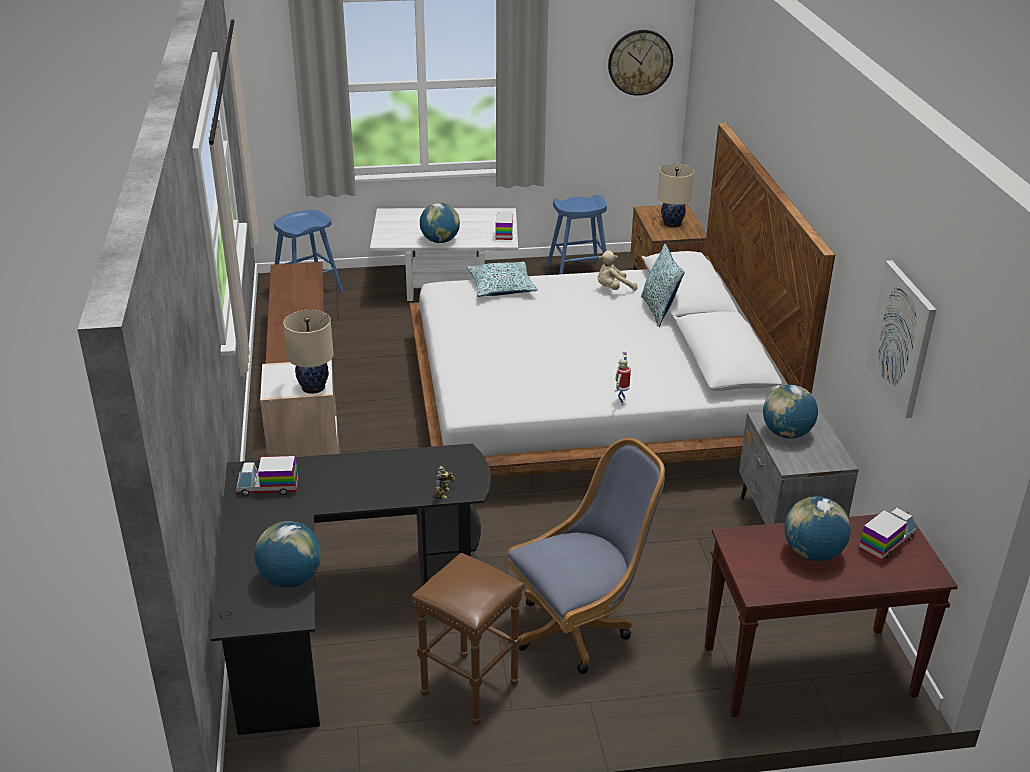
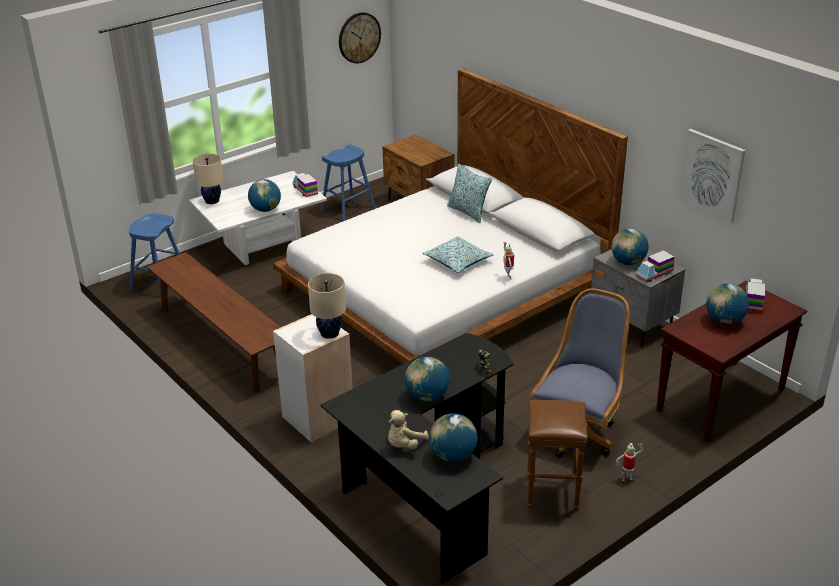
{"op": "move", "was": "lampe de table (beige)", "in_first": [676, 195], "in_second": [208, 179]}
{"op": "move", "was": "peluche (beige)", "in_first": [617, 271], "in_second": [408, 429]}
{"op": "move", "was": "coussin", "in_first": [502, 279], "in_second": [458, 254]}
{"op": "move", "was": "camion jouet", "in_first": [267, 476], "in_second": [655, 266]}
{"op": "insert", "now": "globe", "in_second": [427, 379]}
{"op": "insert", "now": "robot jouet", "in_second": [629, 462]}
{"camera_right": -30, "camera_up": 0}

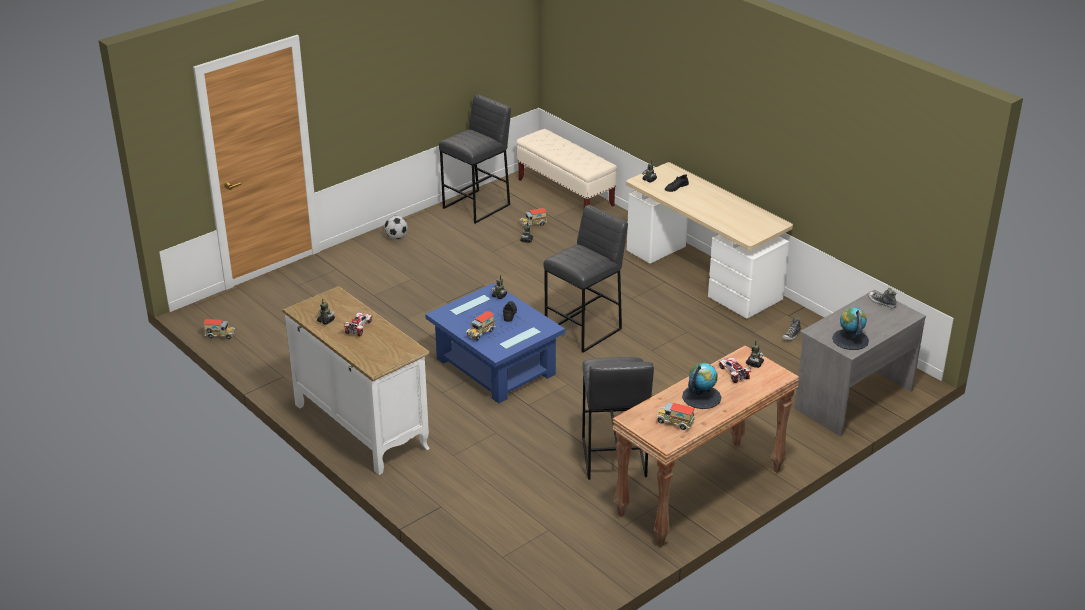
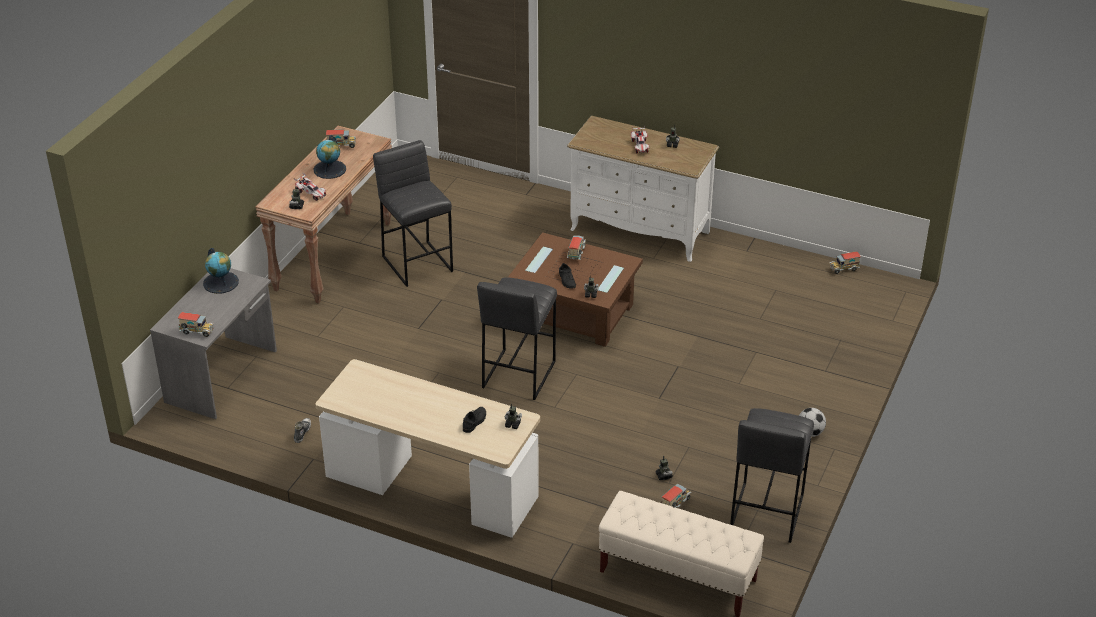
{"op": "recolor", "was": "table basse (bleu)", "now": "table basse (marron)", "in_first": [495, 343], "in_second": [575, 289]}
{"op": "replace", "was": "chaussure", "now": "camion jouet", "in_first": [882, 298], "in_second": [196, 324]}
{"camera_right": 155, "camera_up": 5}

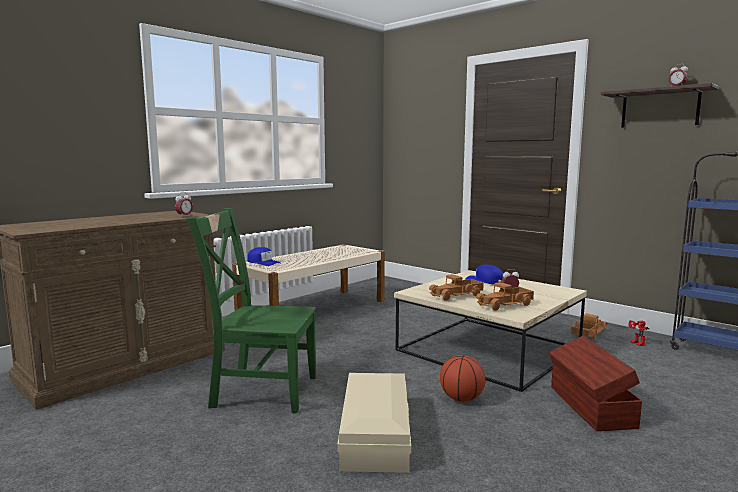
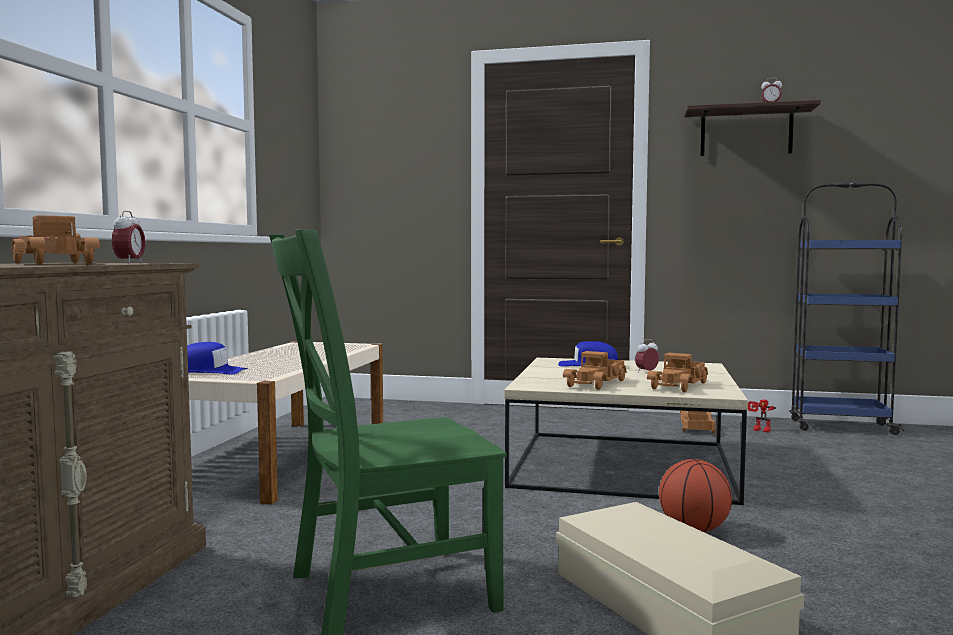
{"op": "delete", "was": "boîte de rangement (marron)", "in_first": [595, 383]}
{"op": "insert", "now": "camion jouet", "in_second": [55, 239]}
{"camera_right": -30, "camera_up": -5}

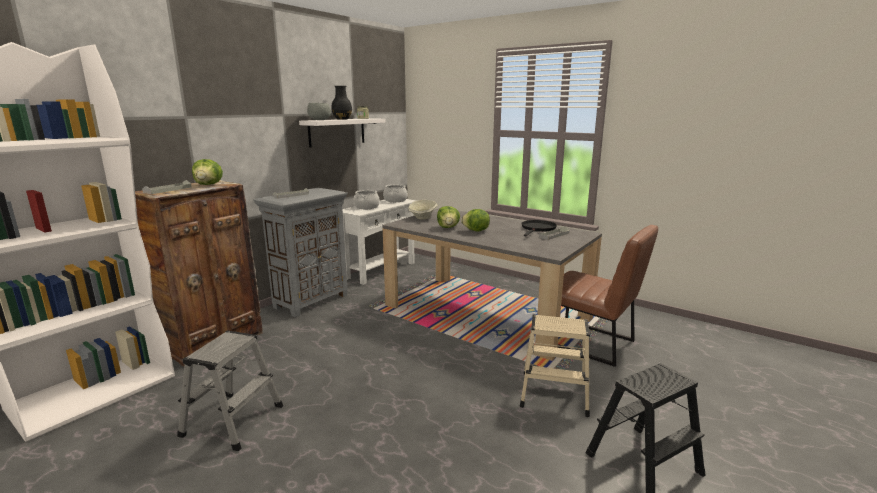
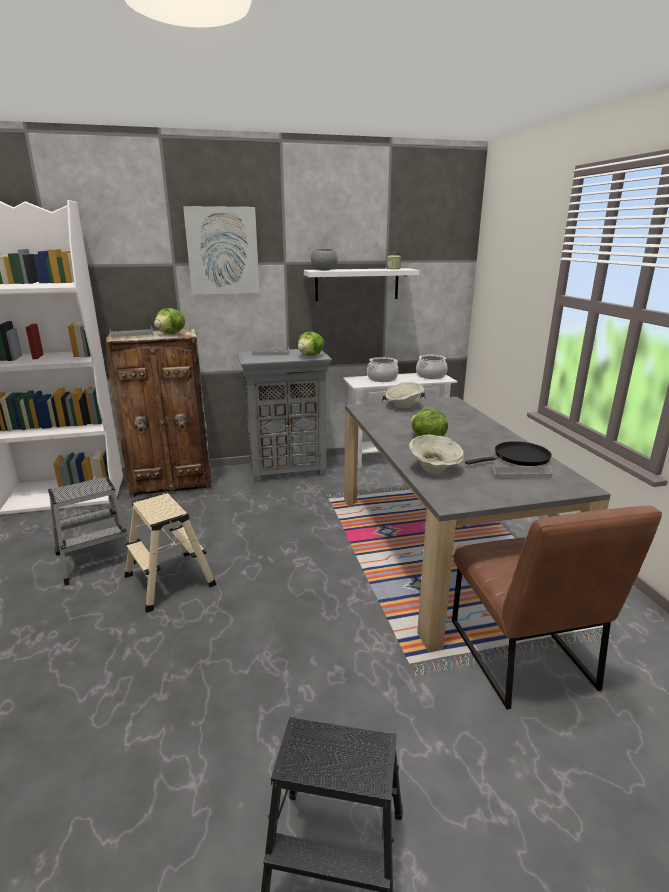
{"op": "delete", "was": "vase (noir)", "in_first": [341, 103]}
{"op": "move", "was": "laitue", "in_first": [448, 217], "in_second": [311, 344]}
{"op": "move", "was": "escabeau (beige)", "in_first": [555, 365], "in_second": [170, 552]}
{"op": "insert", "now": "tableau", "in_second": [221, 250]}
{"op": "insert", "now": "bol (beige)", "in_second": [436, 454]}
{"camera_right": 40, "camera_up": 5}

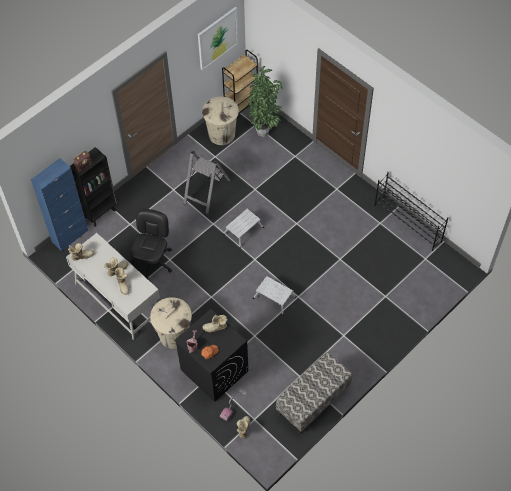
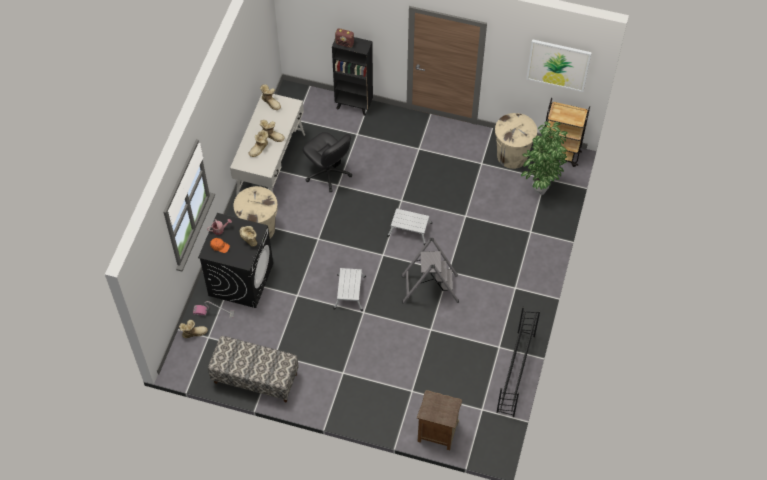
{"op": "move", "was": "escabeau (gris)", "in_first": [206, 183], "in_second": [430, 270]}
{"op": "delete", "was": "meuble de rangement (bleu)", "in_first": [59, 204]}
{"op": "rotate", "was": "chaise de bureau (noir)", "in_first": [151, 244], "in_second": [327, 162], "clockwise": 60}
{"op": "insert", "now": "table de chevet (beige)", "in_second": [439, 420]}
{"camera_right": 60, "camera_up": 0}

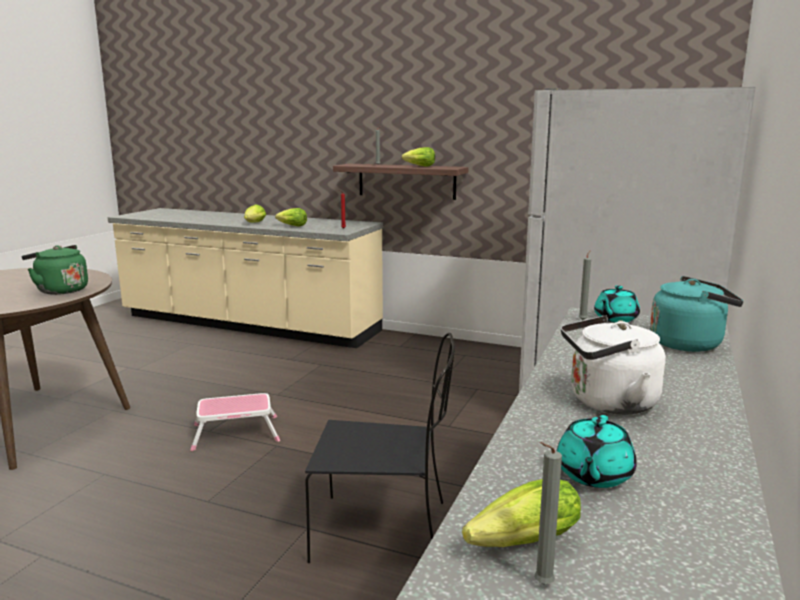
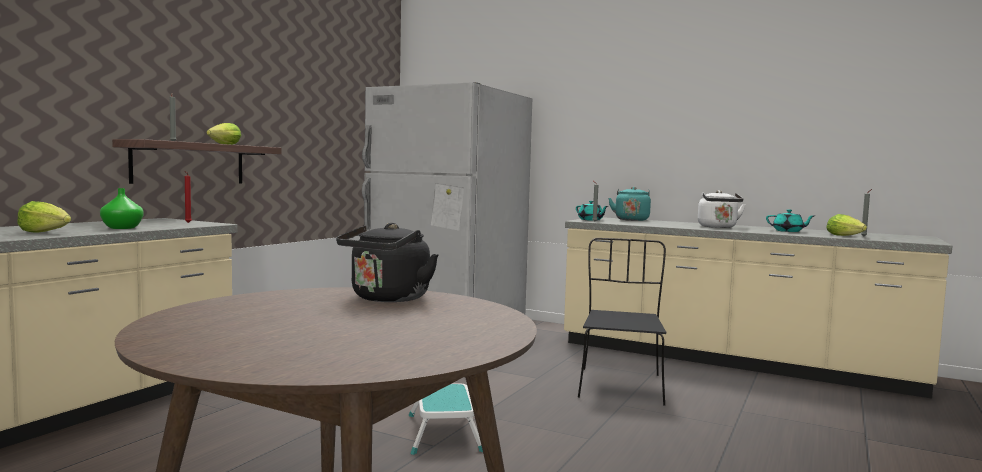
{"op": "replace", "was": "laitue", "now": "vase (vert)", "in_first": [291, 217], "in_second": [121, 208]}
{"op": "recolor", "was": "bouilloire (vert)", "now": "bouilloire (noir)", "in_first": [55, 270], "in_second": [387, 262]}
{"op": "recolor", "was": "escabeau (rose)", "now": "escabeau (turquoise)", "in_first": [235, 422], "in_second": [445, 419]}
{"camera_right": -85, "camera_up": -10}

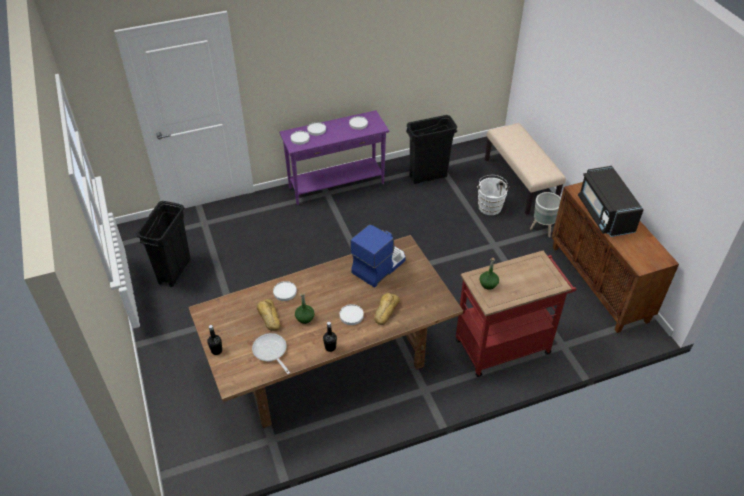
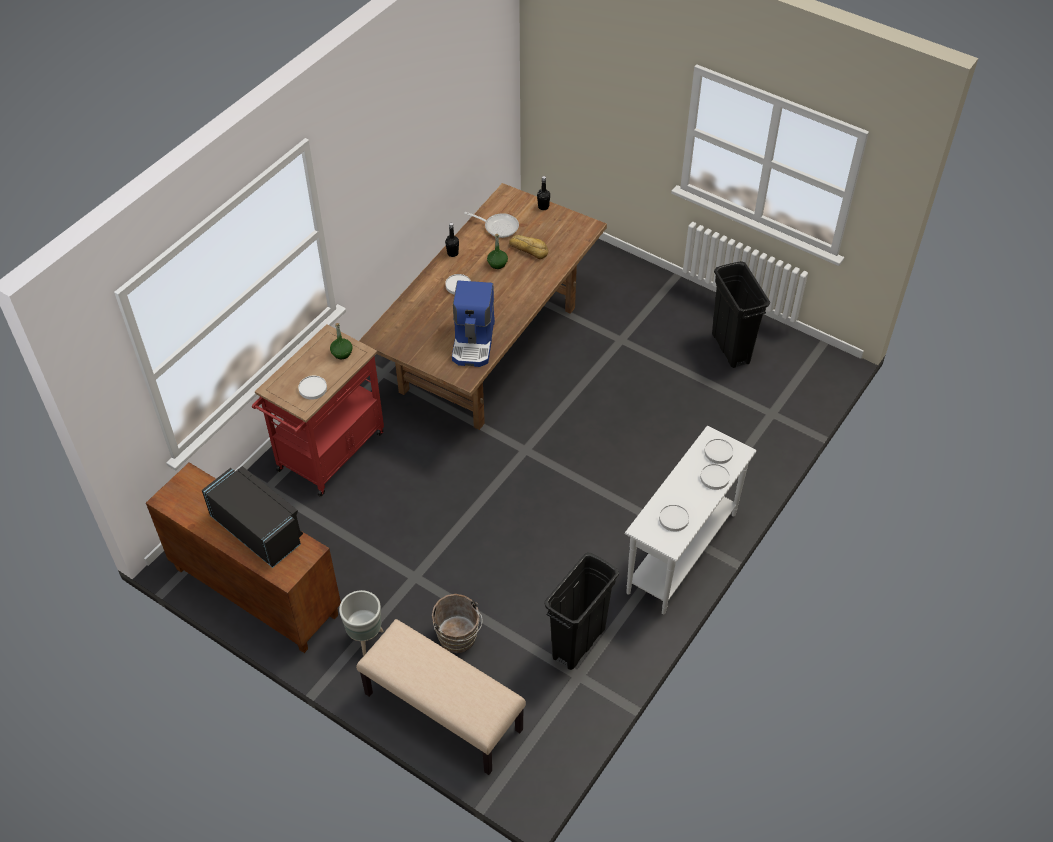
{"op": "recolor", "was": "table console (violet)", "now": "table console (blanc)", "in_first": [334, 157], "in_second": [691, 520]}
{"op": "recolor", "was": "seau (blanc)", "now": "seau (marron)", "in_first": [493, 195], "in_second": [457, 623]}
{"op": "move", "was": "assiette (blanc)", "in_first": [285, 291], "in_second": [312, 388]}
{"op": "delete", "was": "pain", "in_first": [387, 309]}
{"camera_right": 145, "camera_up": 5}

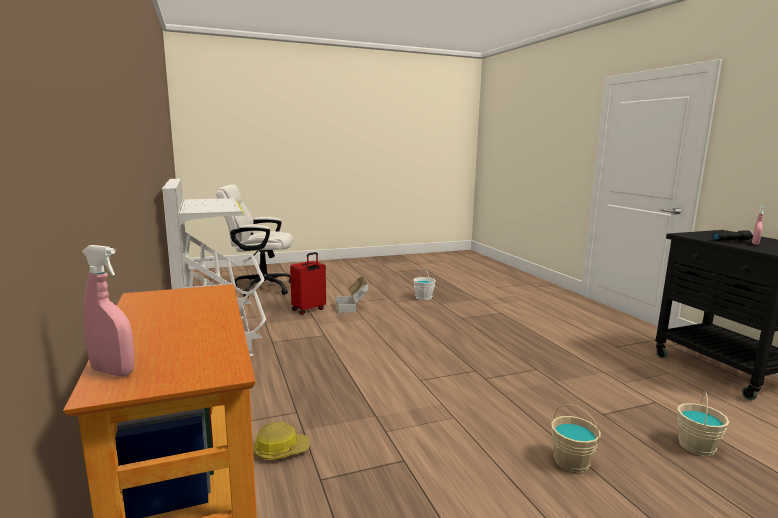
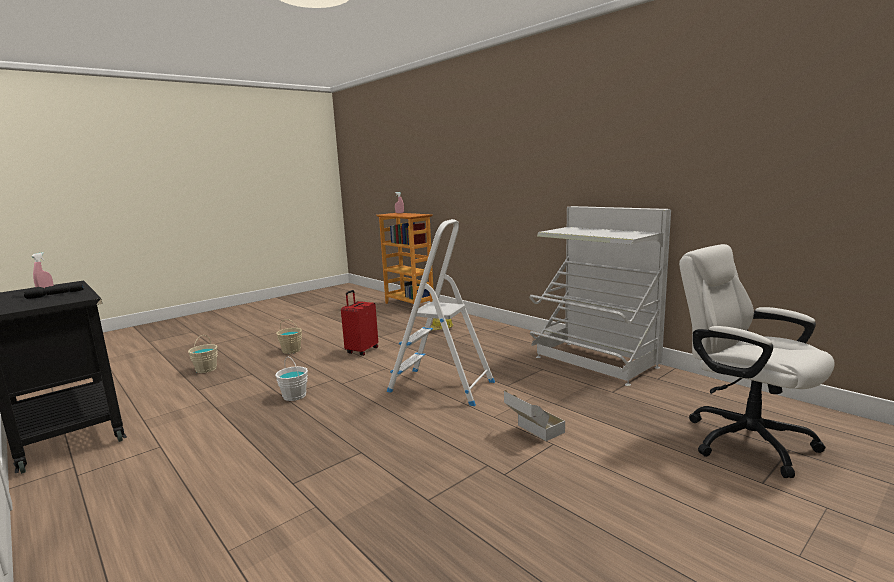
{"op": "rotate", "was": "chaise de bureau (blanc)", "in_first": [254, 241], "in_second": [757, 361], "clockwise": -105}
{"op": "move", "was": "valise (rouge)", "in_first": [308, 283], "in_second": [359, 323]}
{"op": "move", "was": "seau (blanc)", "in_first": [424, 284], "in_second": [291, 379]}
{"op": "insert", "now": "escabeau (blanc)", "in_second": [441, 312]}
{"camera_right": 160, "camera_up": 0}

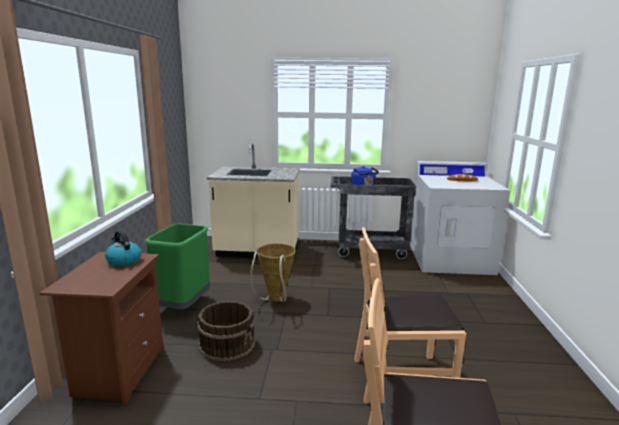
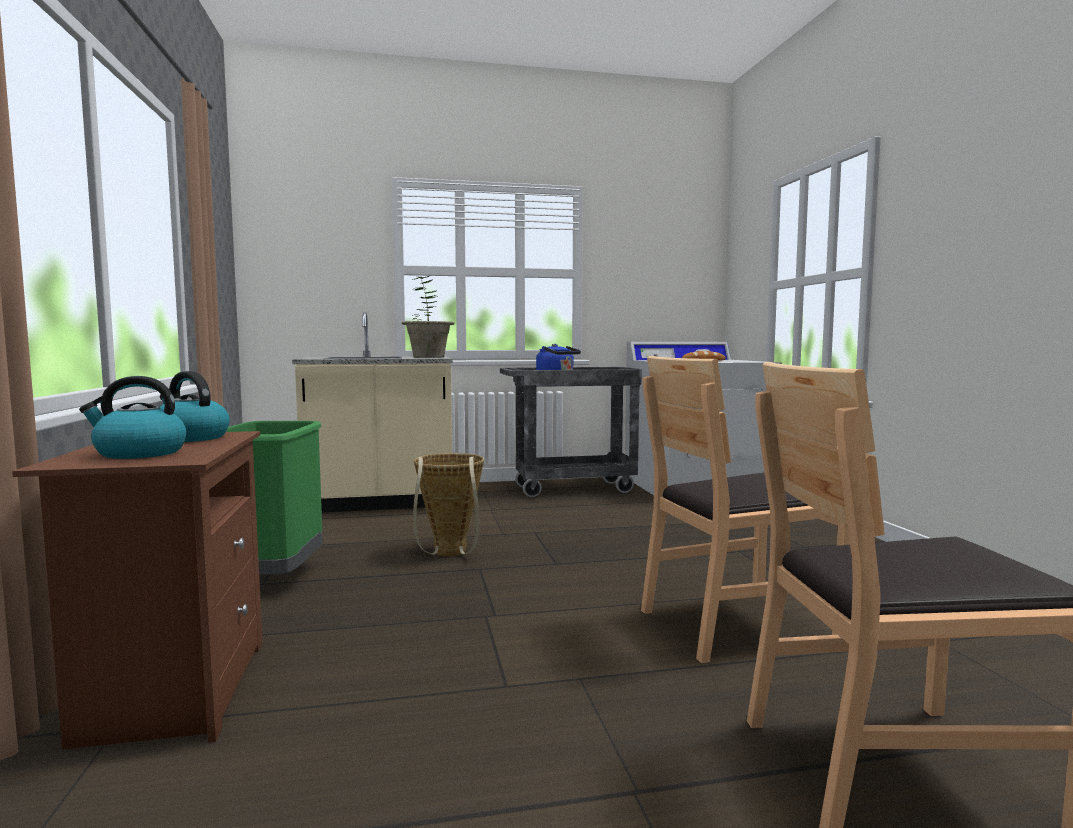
{"op": "delete", "was": "seau (marron)", "in_first": [226, 331]}
{"op": "insert", "now": "plante en pot", "in_second": [428, 316]}
{"op": "insert", "now": "bouilloire", "in_second": [133, 417]}
{"camera_right": -15, "camera_up": -10}

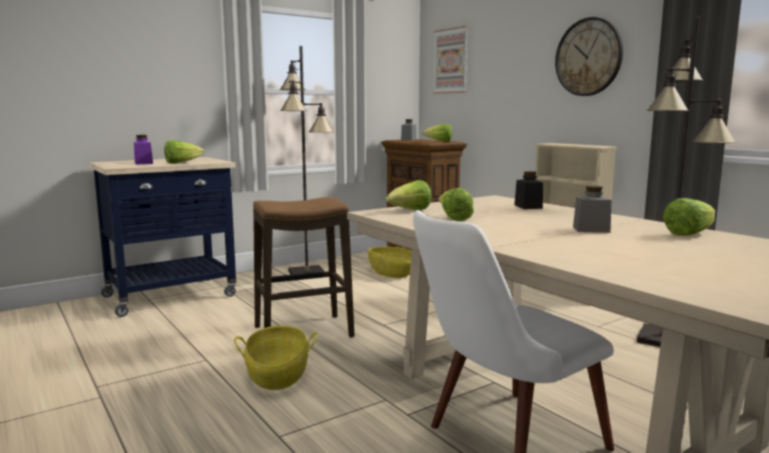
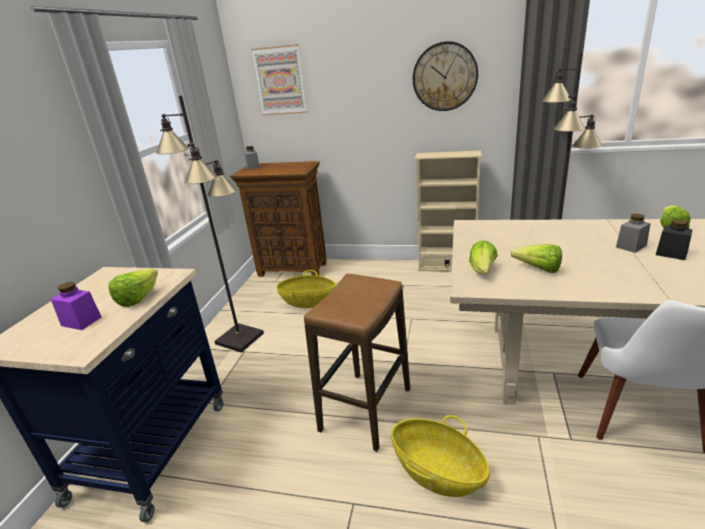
{"op": "delete", "was": "laitue", "in_first": [437, 133]}
{"op": "move", "was": "bocal (noir)", "in_first": [528, 190], "in_second": [674, 239]}
{"camera_right": -40, "camera_up": 15}

